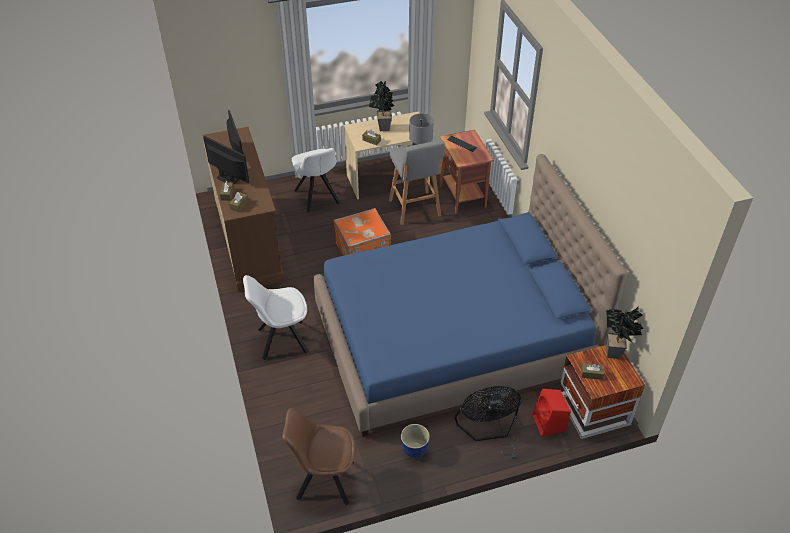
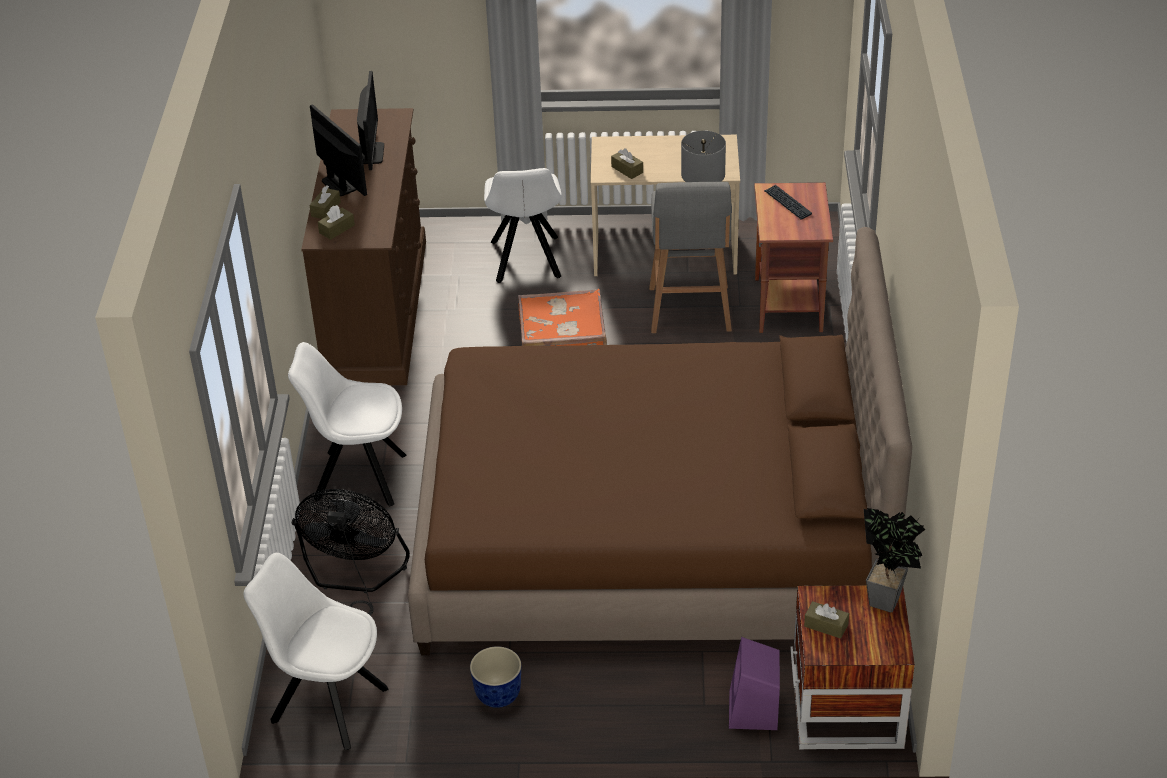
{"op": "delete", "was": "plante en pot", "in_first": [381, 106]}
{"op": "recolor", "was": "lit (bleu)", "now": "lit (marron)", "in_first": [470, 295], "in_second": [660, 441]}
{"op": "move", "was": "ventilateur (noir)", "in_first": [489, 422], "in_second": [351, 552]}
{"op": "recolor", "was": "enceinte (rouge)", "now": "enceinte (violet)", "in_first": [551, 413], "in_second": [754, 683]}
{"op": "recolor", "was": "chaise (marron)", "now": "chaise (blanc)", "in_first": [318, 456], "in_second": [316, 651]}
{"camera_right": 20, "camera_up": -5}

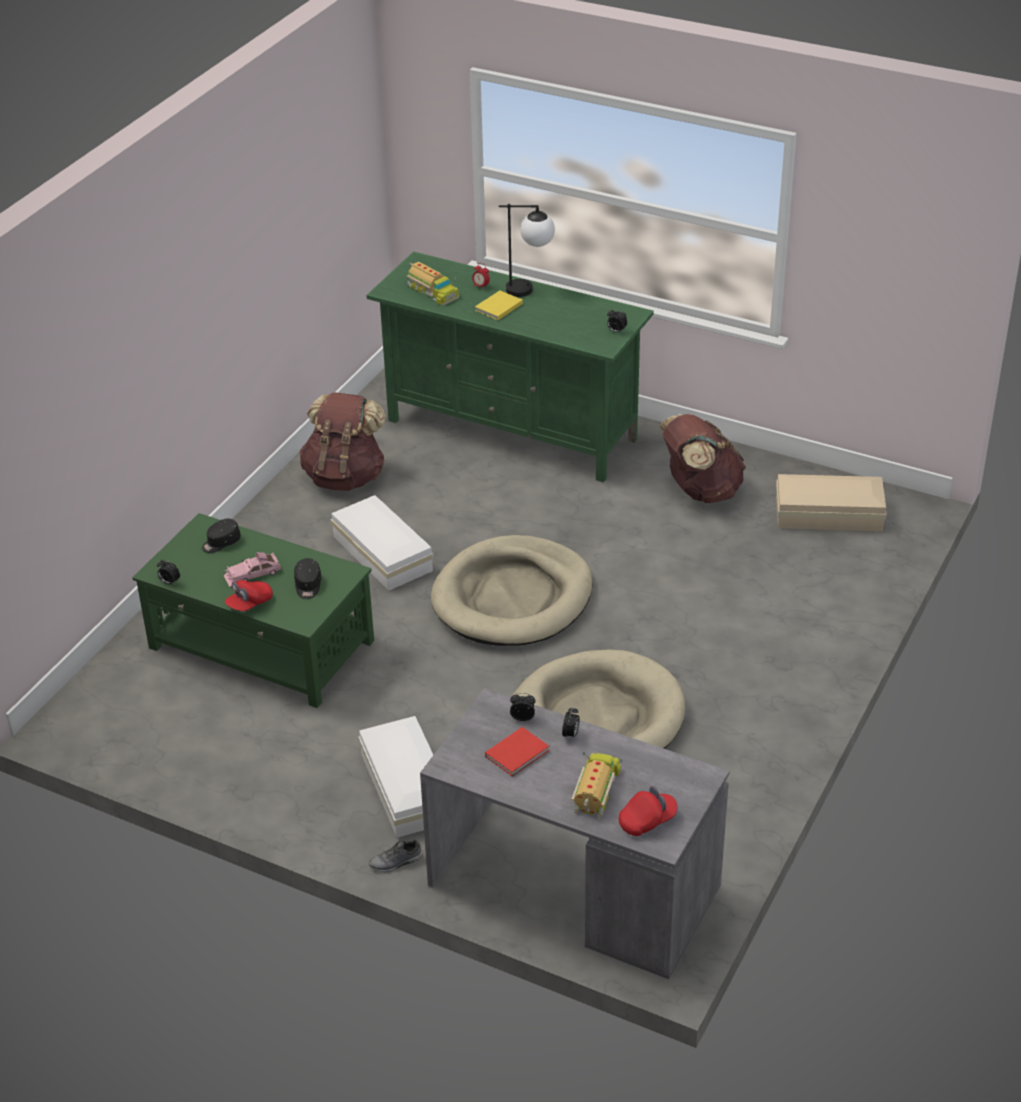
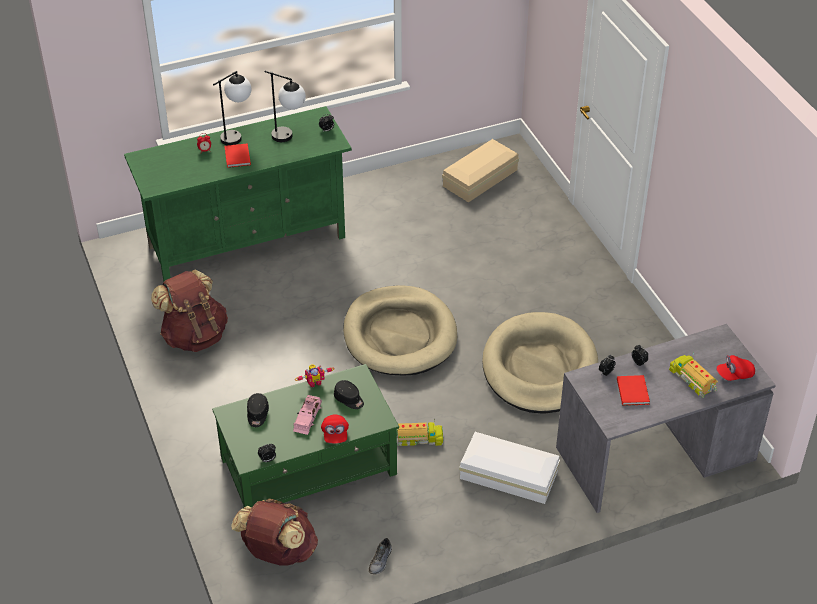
{"op": "move", "was": "camion jouet", "in_first": [433, 283], "in_second": [420, 432]}
{"op": "recolor", "was": "livre (jaune)", "now": "livre (rouge)", "in_first": [499, 305], "in_second": [237, 155]}
{"op": "move", "was": "sac à dos (marron)", "in_first": [702, 458], "in_second": [274, 532]}
{"op": "delete", "was": "boîte de rangement (blanc)", "in_first": [382, 542]}
{"op": "rotate", "was": "casquette (rouge)", "in_first": [648, 811], "in_second": [735, 368], "clockwise": -120}
{"op": "move", "was": "chaussure (gris)", "in_first": [396, 856], "in_second": [380, 556]}
{"op": "insert", "now": "lampe de table", "in_second": [285, 106]}
{"op": "insert", "now": "robot jouet", "in_second": [314, 375]}
{"camera_right": -50, "camera_up": 5}

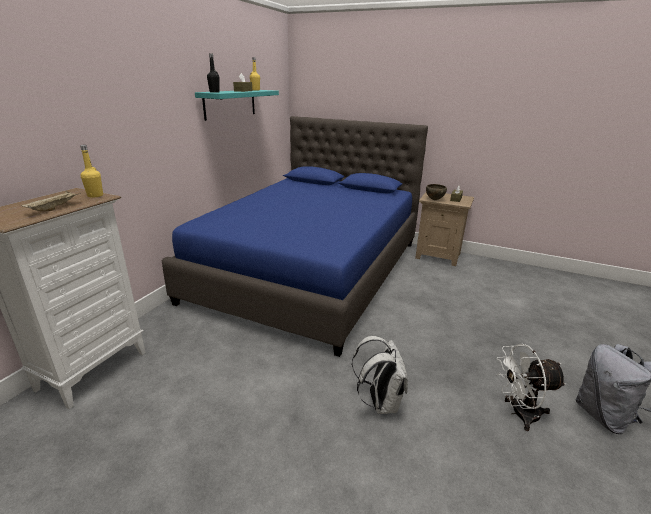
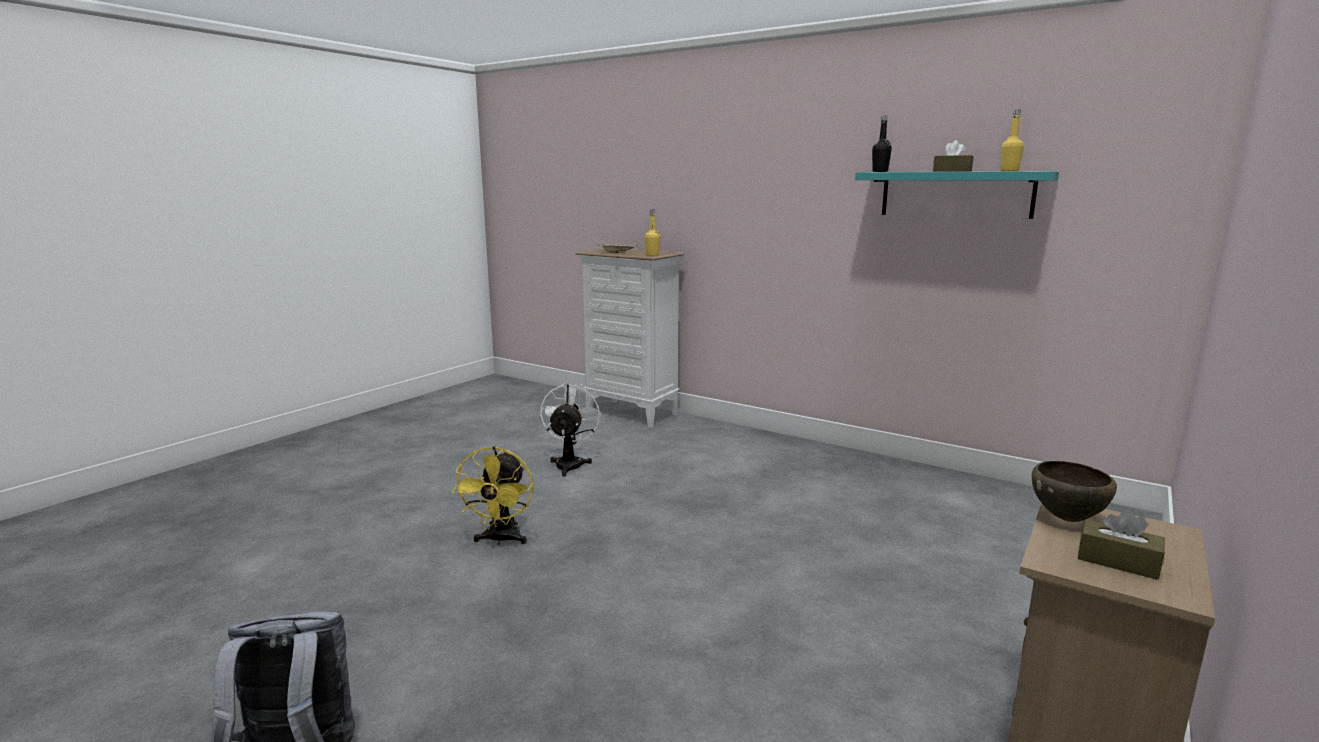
{"op": "delete", "was": "lit (bleu)", "in_first": [295, 236]}
{"op": "replace", "was": "sac à dos (blanc)", "now": "ventilateur (jaune)", "in_first": [380, 375], "in_second": [493, 495]}
{"op": "move", "was": "ventilateur (blanc)", "in_first": [531, 387], "in_second": [571, 429]}
{"camera_right": 100, "camera_up": -10}

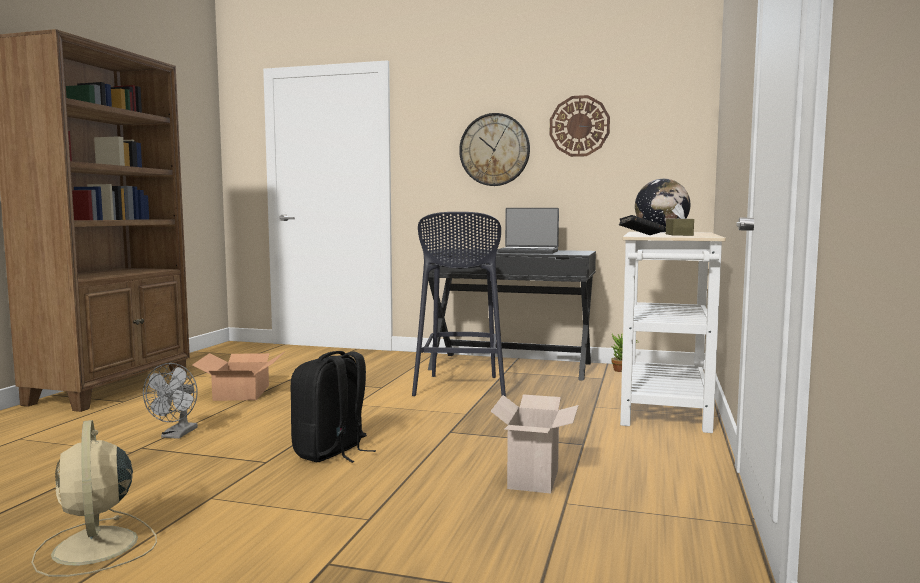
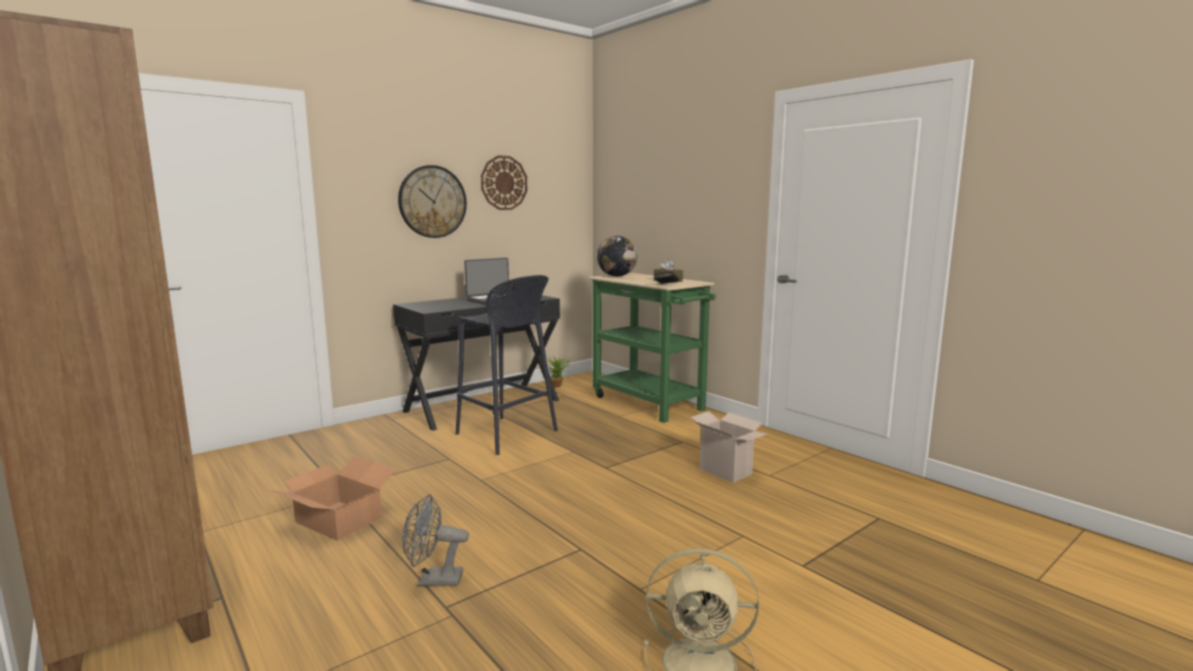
{"op": "recolor", "was": "chariot (blanc)", "now": "chariot (vert)", "in_first": [673, 332], "in_second": [652, 348]}
{"op": "delete", "was": "sac à dos (noir)", "in_first": [333, 407]}
{"op": "rotate", "was": "ventilateur (gris)", "in_first": [170, 401], "in_second": [435, 540], "clockwise": 135}
{"camera_right": -55, "camera_up": 5}

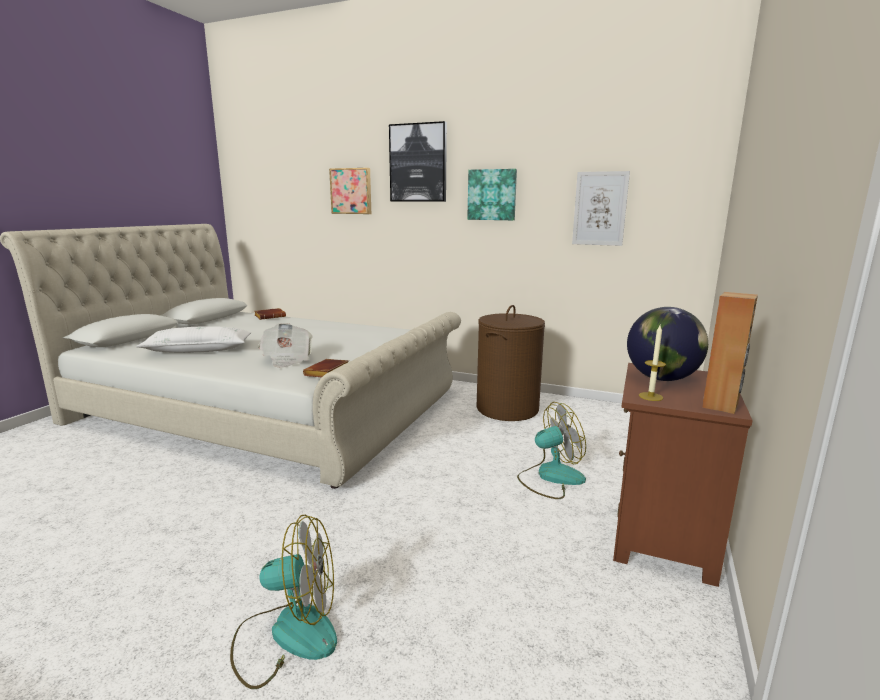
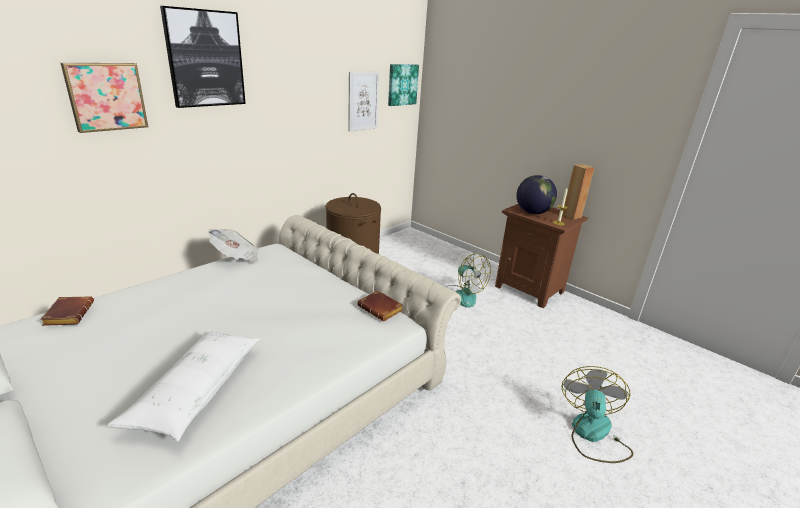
{"op": "move", "was": "tableau", "in_first": [492, 194], "in_second": [403, 85]}
{"op": "move", "was": "journal", "in_first": [285, 345], "in_second": [233, 245]}
{"op": "rotate", "was": "ventilateur", "in_first": [551, 450], "in_second": [468, 280], "clockwise": 135}
{"camera_right": -70, "camera_up": 10}

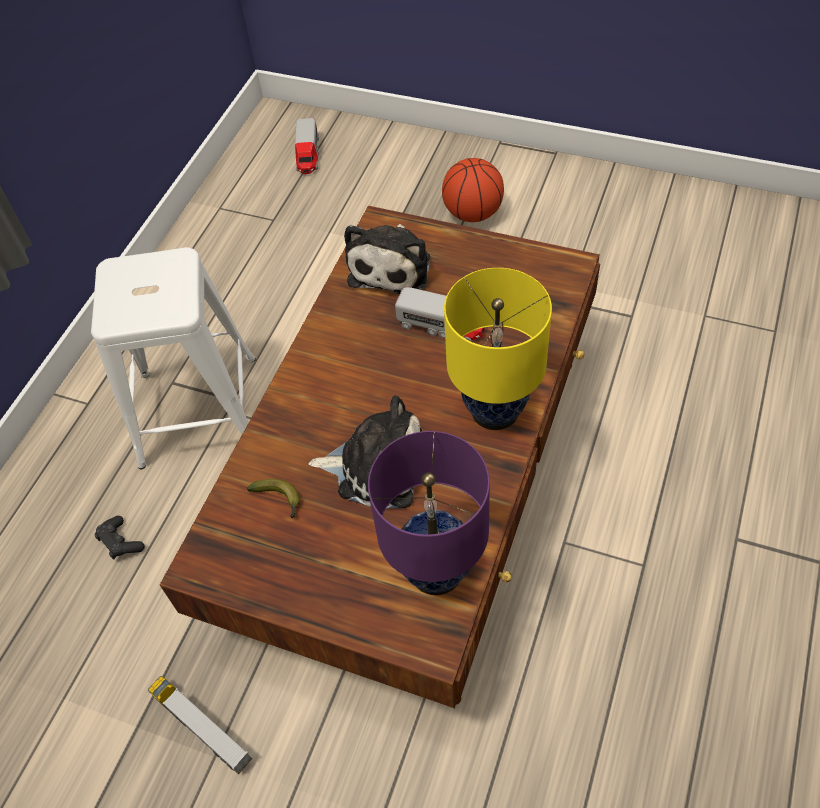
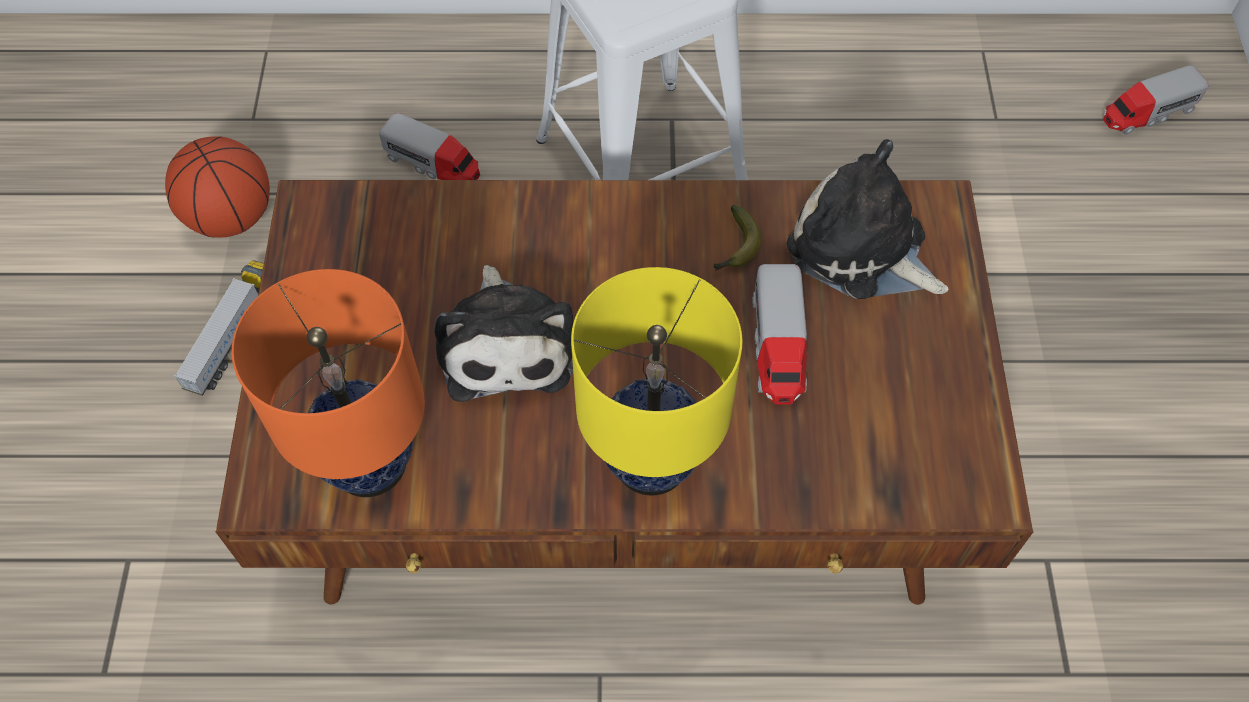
{"op": "move", "was": "ballon de basket", "in_first": [473, 190], "in_second": [217, 187]}
{"op": "rotate", "was": "peluche", "in_first": [387, 259], "in_second": [867, 219], "clockwise": 45}
{"op": "recolor", "was": "lampe de table (violet)", "now": "lampe de table (orange)", "in_first": [429, 513], "in_second": [328, 383]}
{"op": "move", "was": "banane", "in_first": [273, 498], "in_second": [737, 238]}
{"op": "replace", "was": "manette (noir)", "now": "camion jouet", "in_first": [119, 538], "in_second": [429, 146]}
{"camera_right": 65, "camera_up": 5}

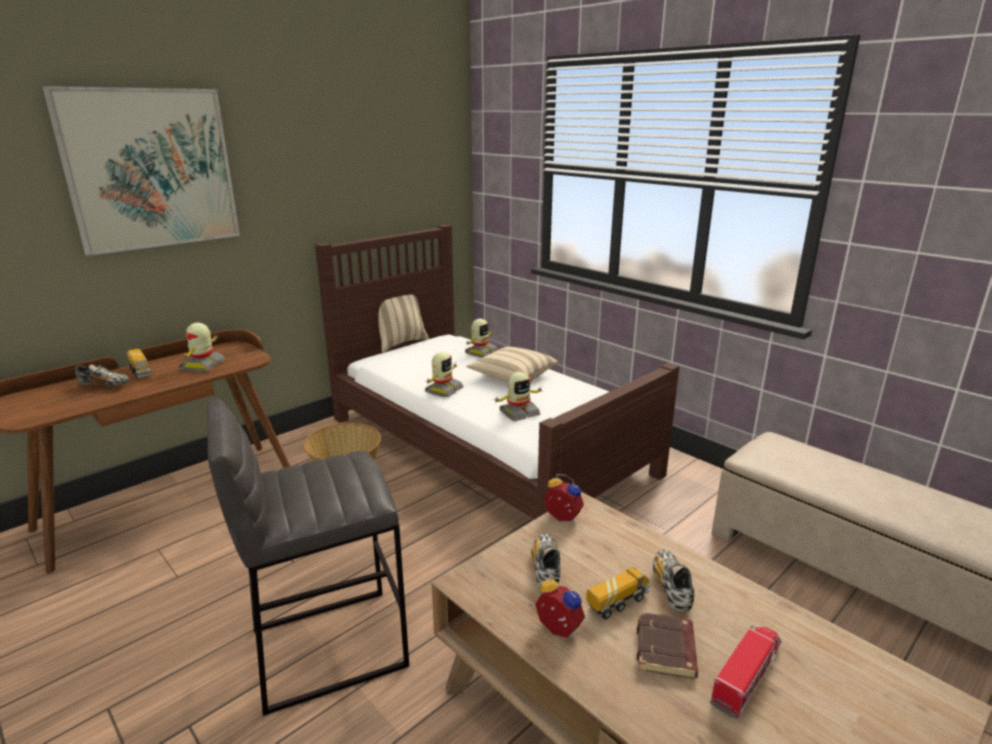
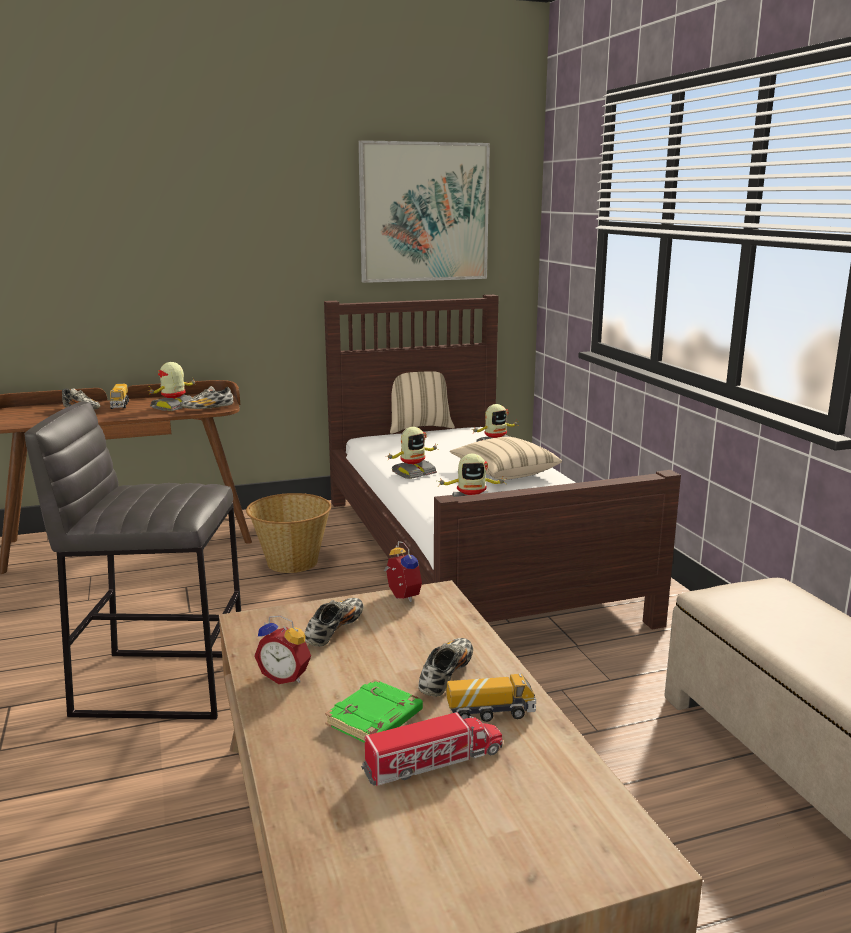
{"op": "move", "was": "tableau", "in_first": [141, 171], "in_second": [424, 211]}
{"op": "move", "was": "camion jouet", "in_first": [618, 592], "in_second": [491, 697]}
{"op": "rotate", "was": "réveil", "in_first": [560, 607], "in_second": [282, 649], "clockwise": 135}
{"op": "recolor", "was": "livre (marron)", "now": "livre (vert)", "in_first": [667, 645], "in_second": [374, 711]}
{"op": "insert", "now": "chaussure", "in_second": [207, 397]}
{"camera_right": 25, "camera_up": -5}

